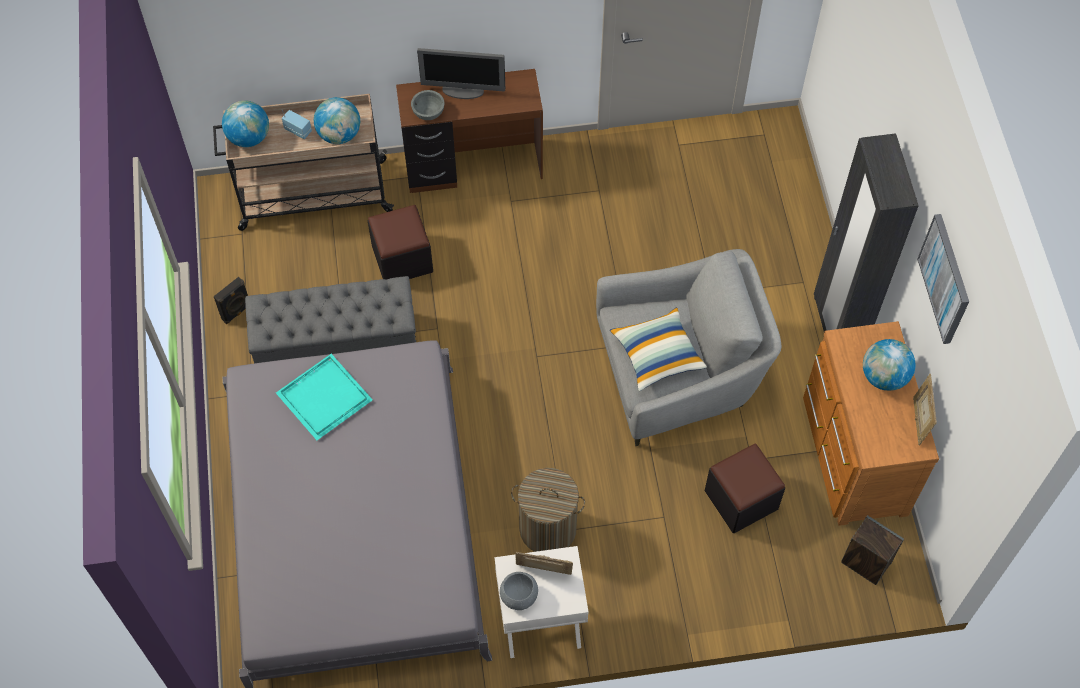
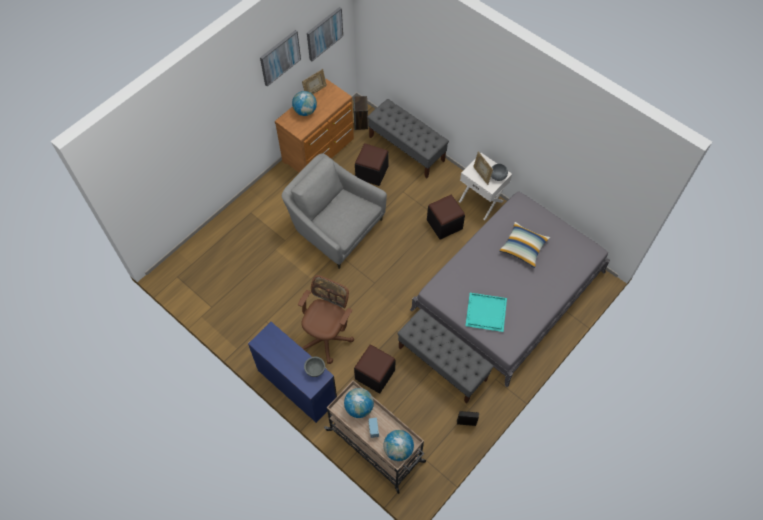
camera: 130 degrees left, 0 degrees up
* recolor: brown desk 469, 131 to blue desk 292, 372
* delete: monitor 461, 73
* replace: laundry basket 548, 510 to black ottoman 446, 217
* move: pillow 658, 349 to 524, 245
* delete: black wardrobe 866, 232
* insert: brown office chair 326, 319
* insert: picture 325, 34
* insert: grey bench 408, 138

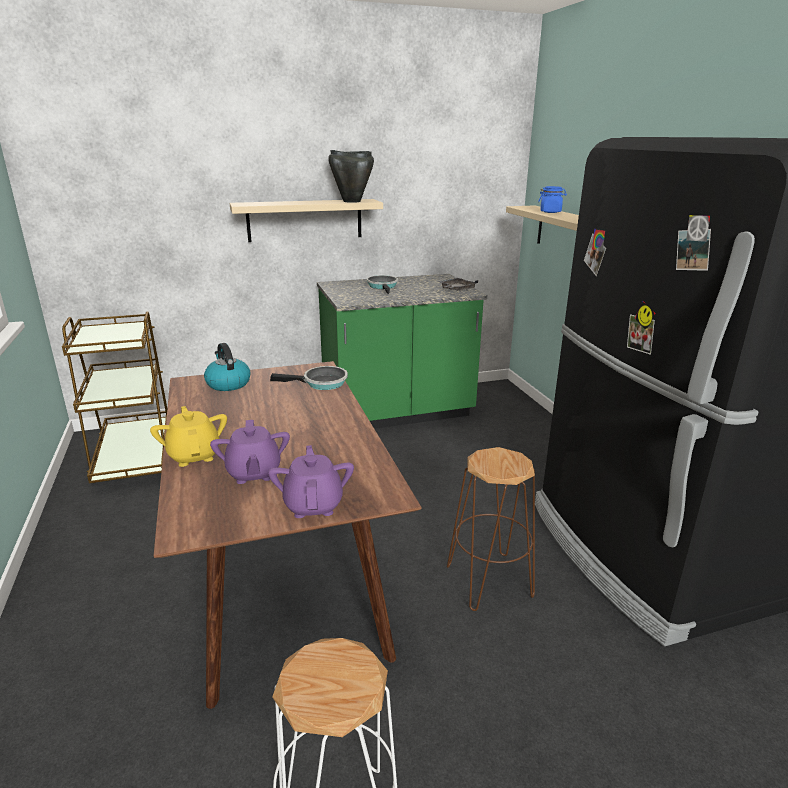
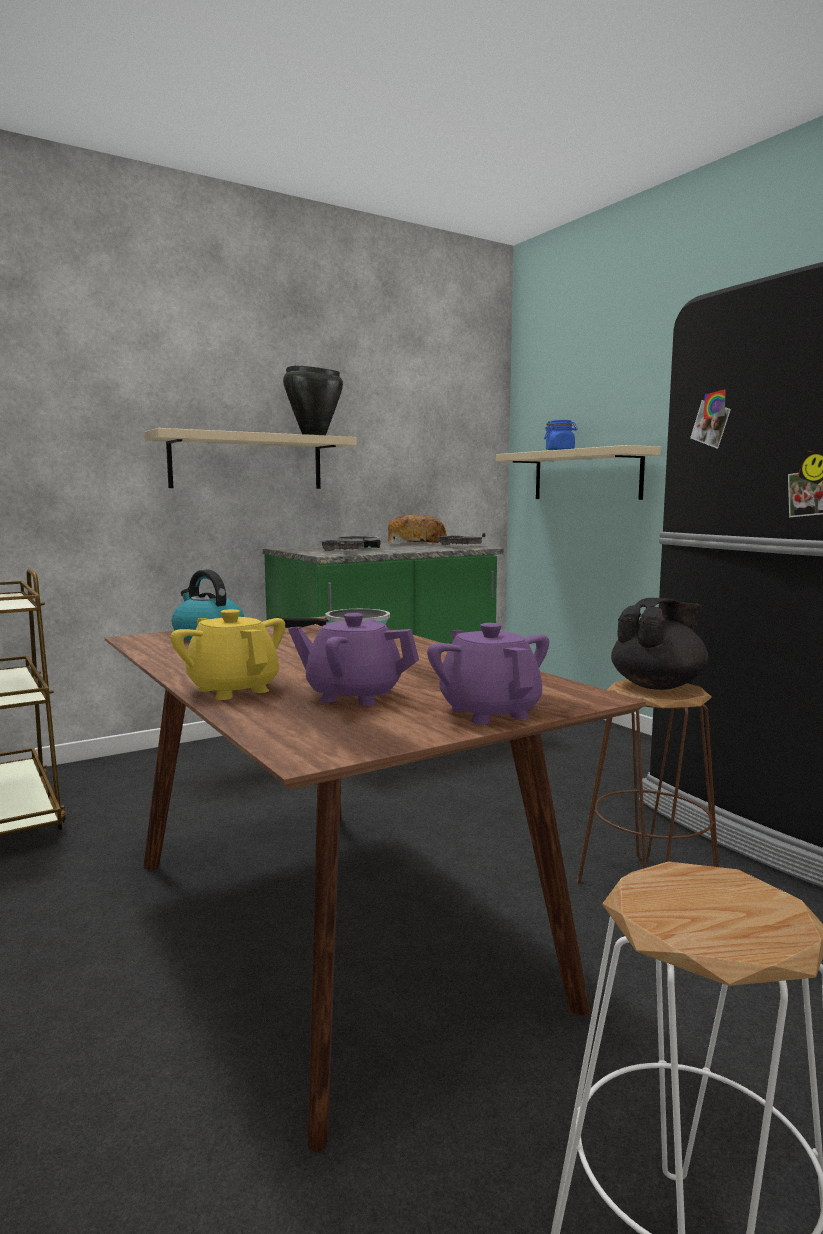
camera: 15 degrees left, 15 degrees down
* rotate: purple teapot 250, 452 = 353, 659 135 degrees clockwise
* insert: grey tray 341, 544
* insert: bread 417, 529
* insert: black teapot 660, 644

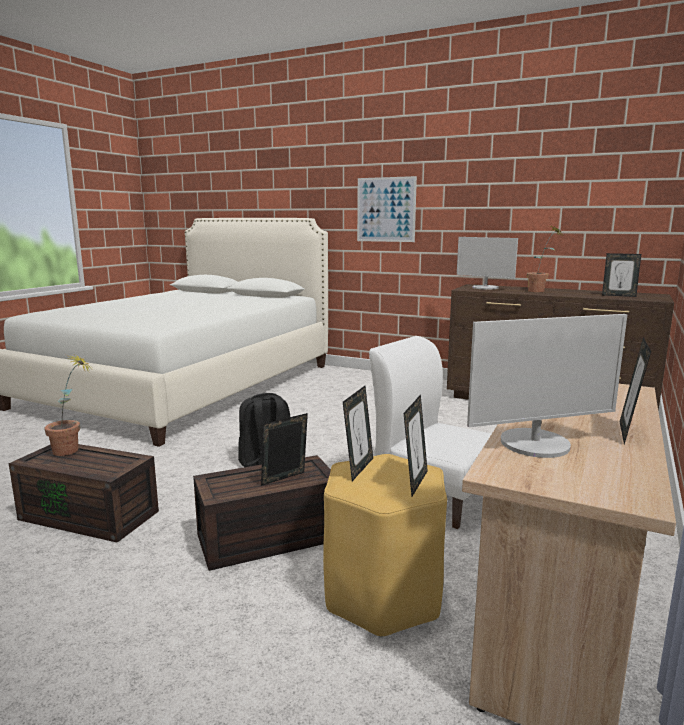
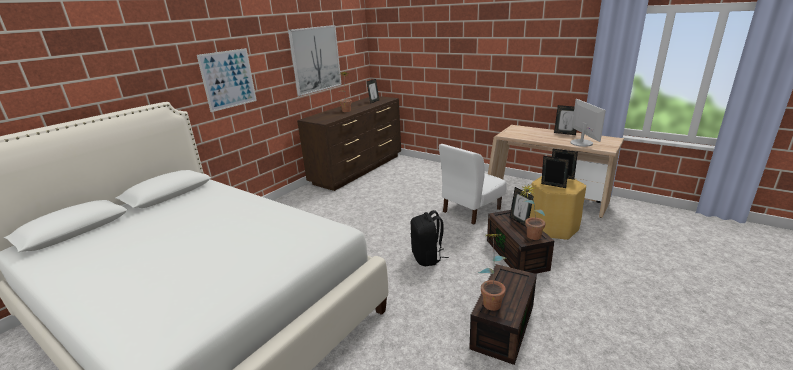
camera: 80 degrees left, 10 degrees up
* delete: monitor 487, 263
* insert: picture 315, 60
* insert: potted plant 533, 212

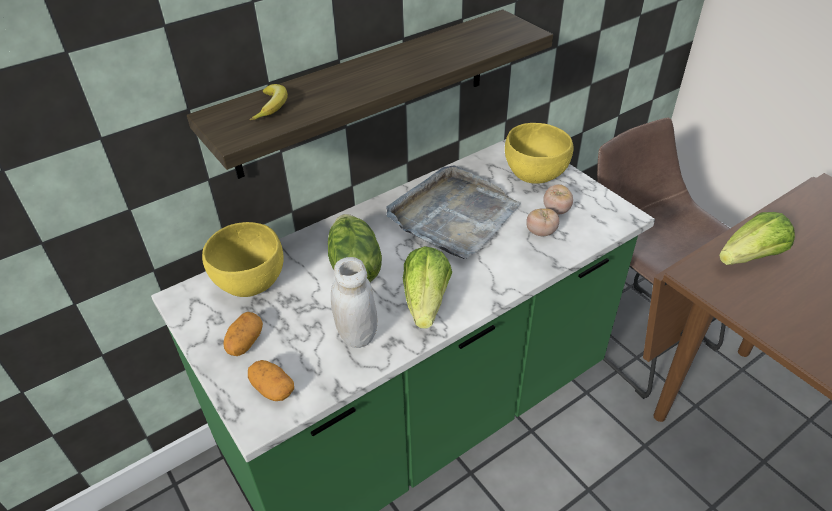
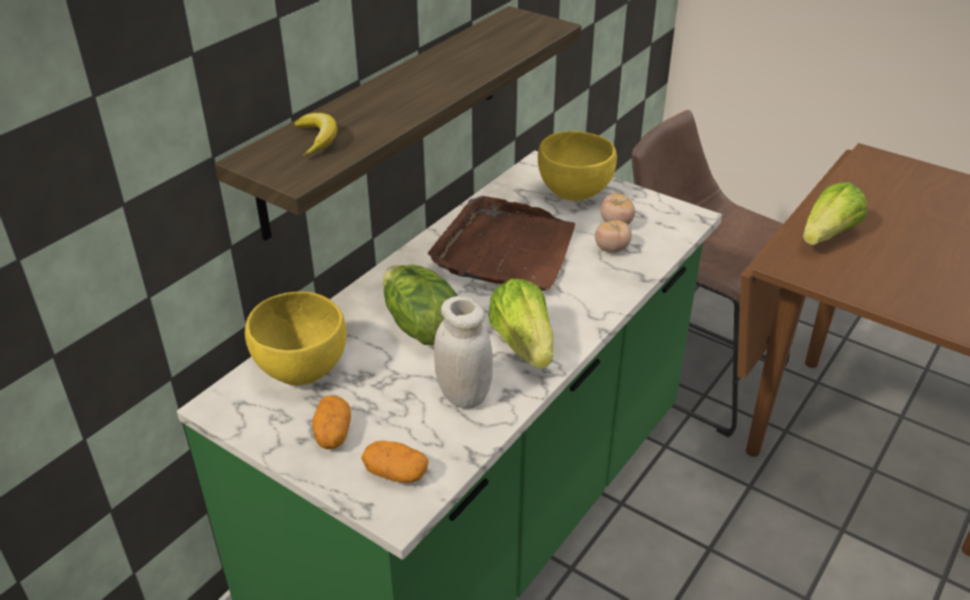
camera: 20 degrees left, 5 degrees down
* recolor: grey tray 453, 212 to brown tray 501, 243

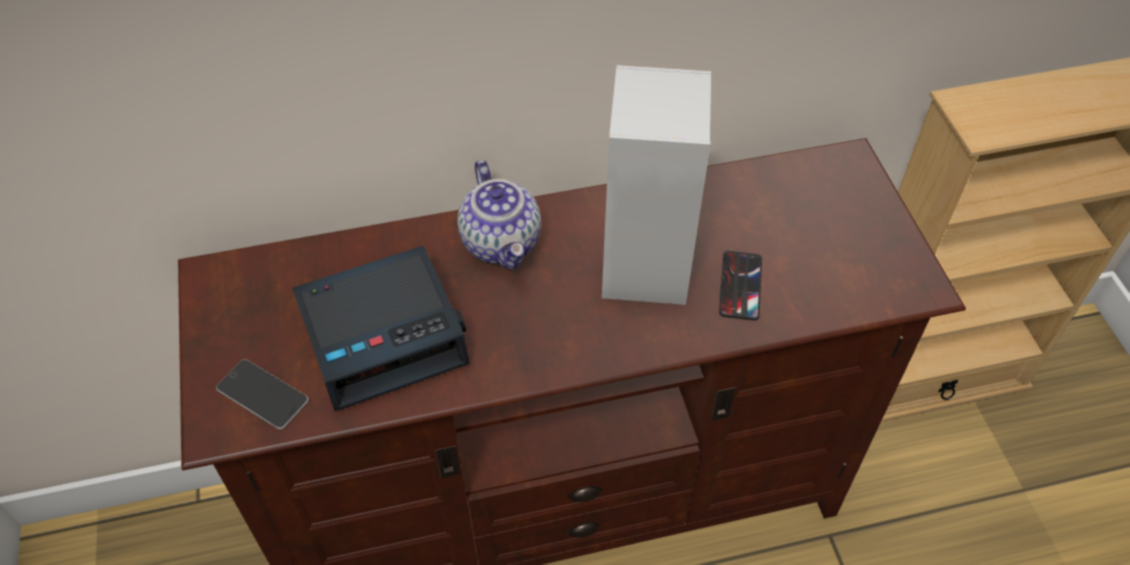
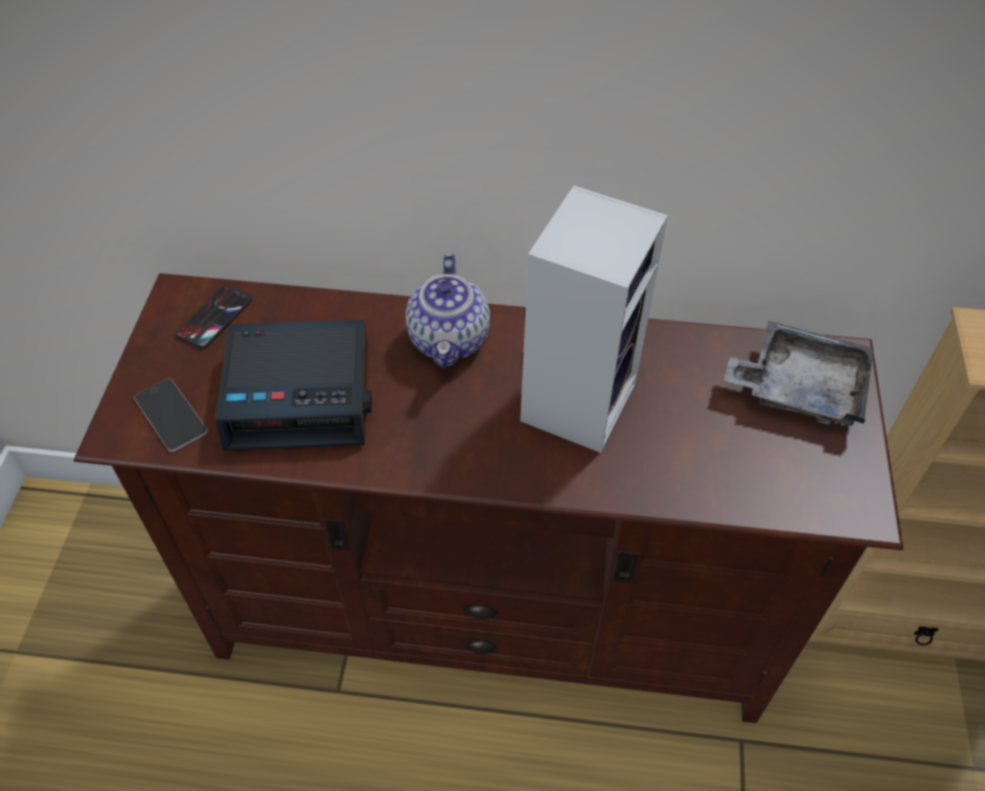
camera: 20 degrees right, 0 degrees up
* move: phone 740, 285 to 214, 317
* insert: grey tray 799, 373

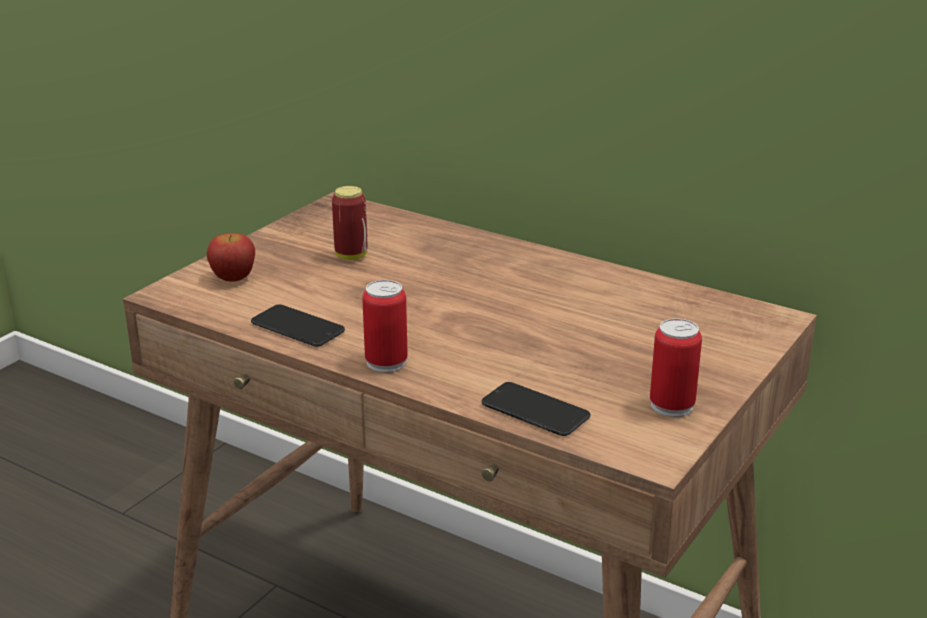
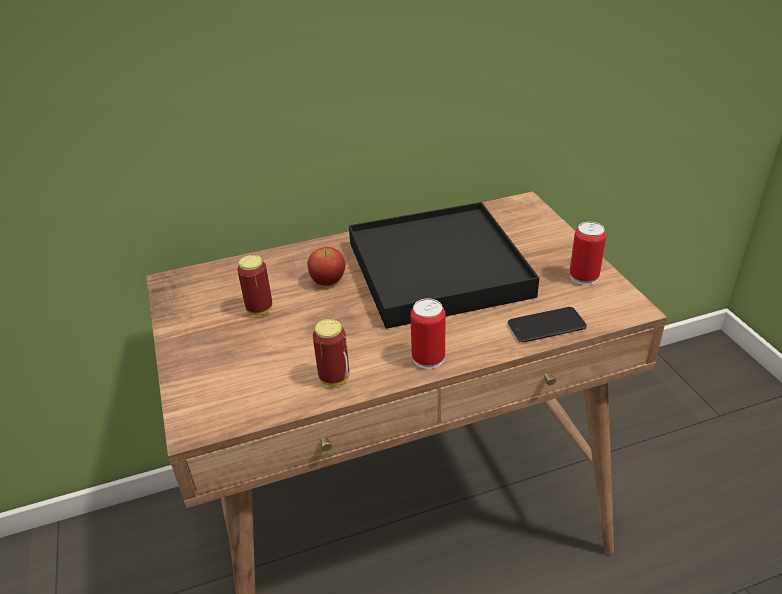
camera: 50 degrees left, 10 degrees up
* move: apple 230, 257 to 326, 266
* replace: phone 298, 325 to can 331, 352
* insert: black tray 444, 265

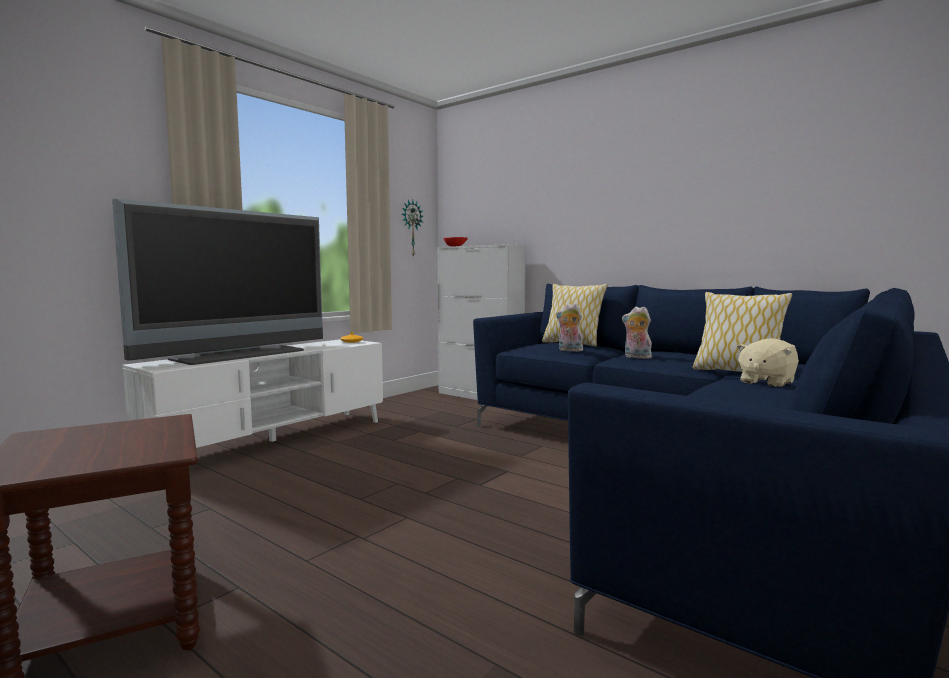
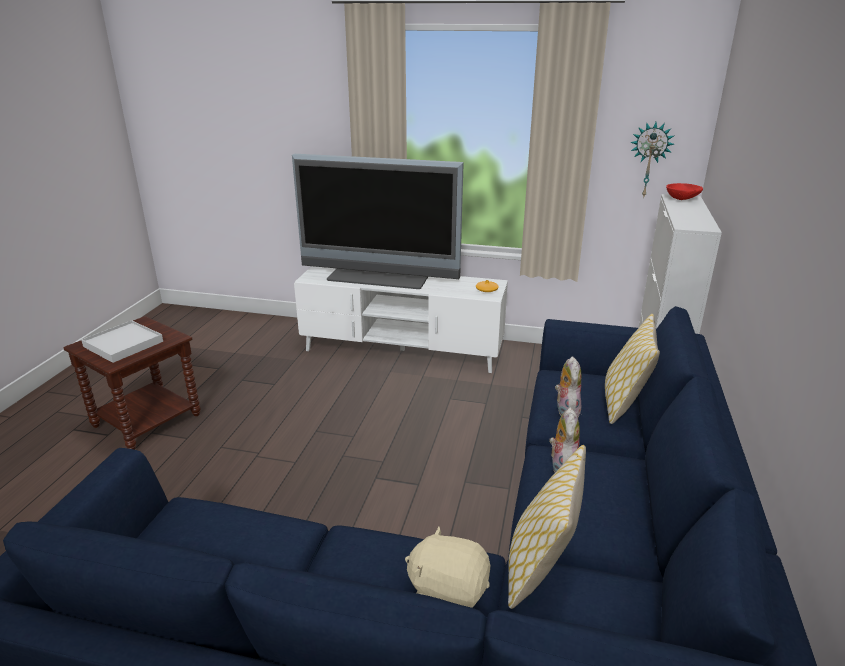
camera: 65 degrees right, 20 degrees up
* insert: white tray 122, 341

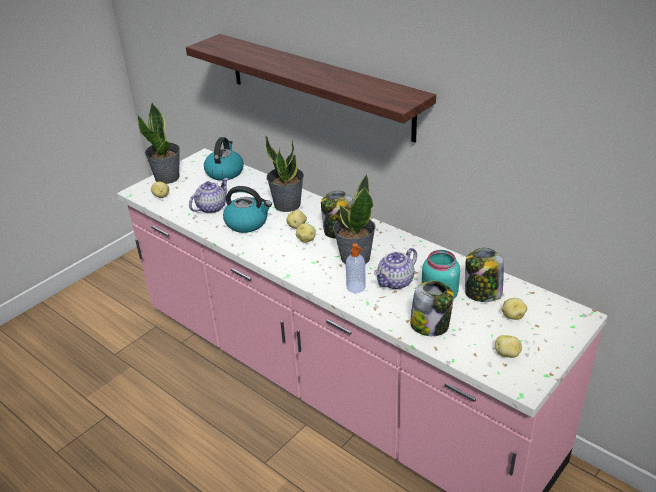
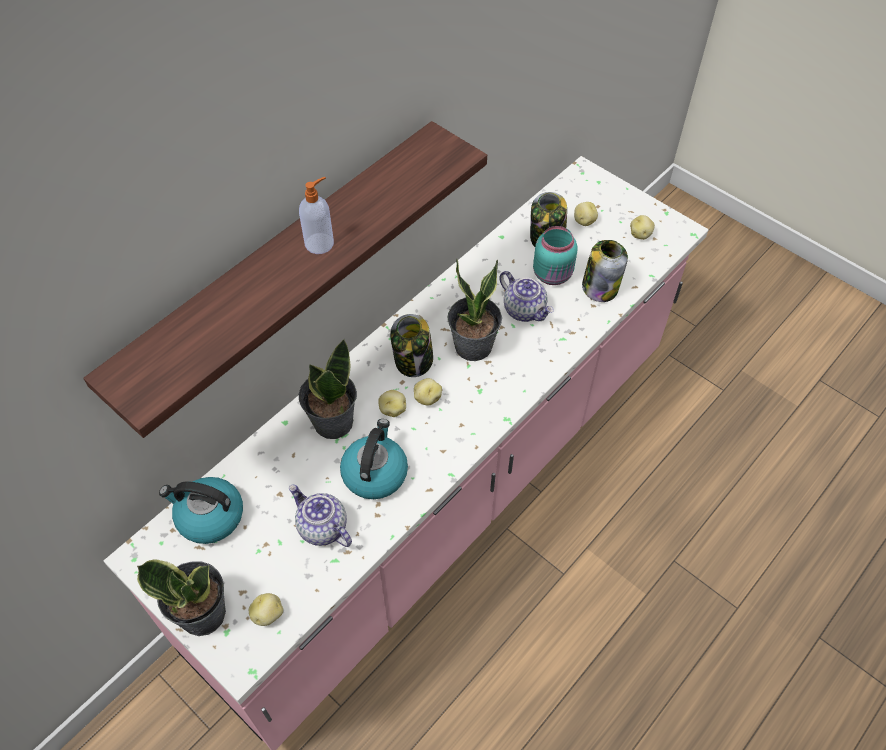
camera: 90 degrees left, 20 degrees up
* move: soap dispenser 356, 268 to 316, 215

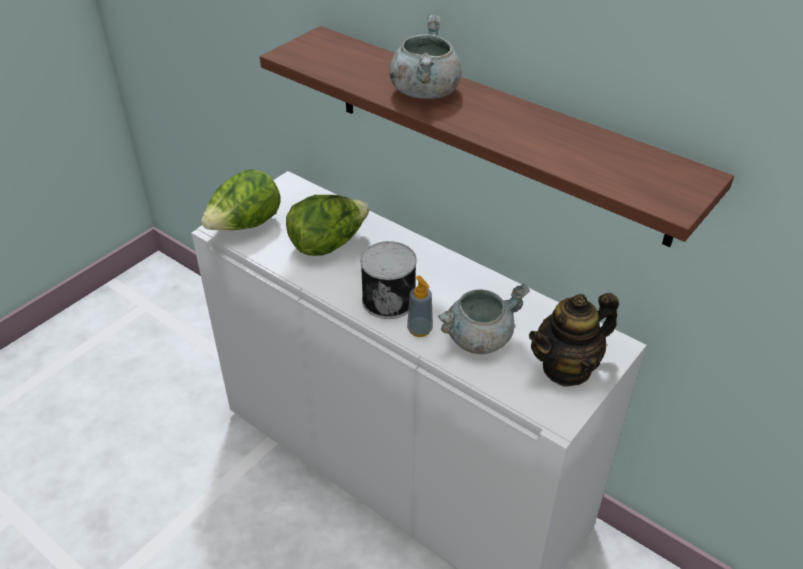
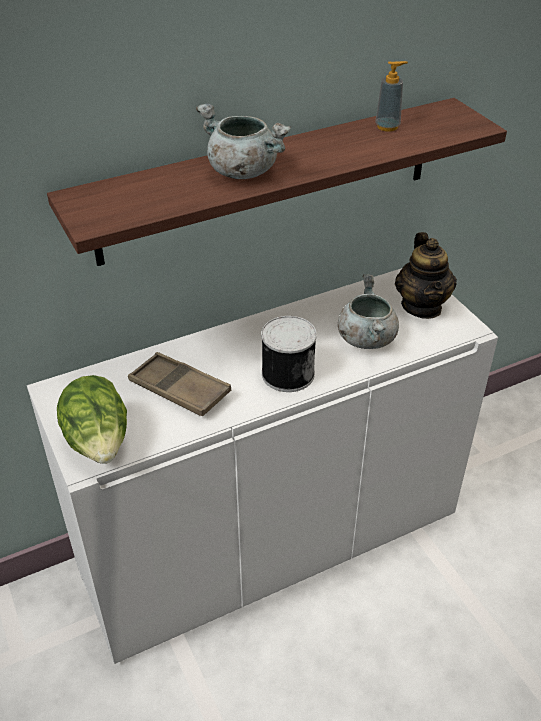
camera: 65 degrees left, 0 degrees up
* replace: lettuce 327, 225 to brown tray 179, 384
* move: soap dispenser 420, 306 to 392, 96

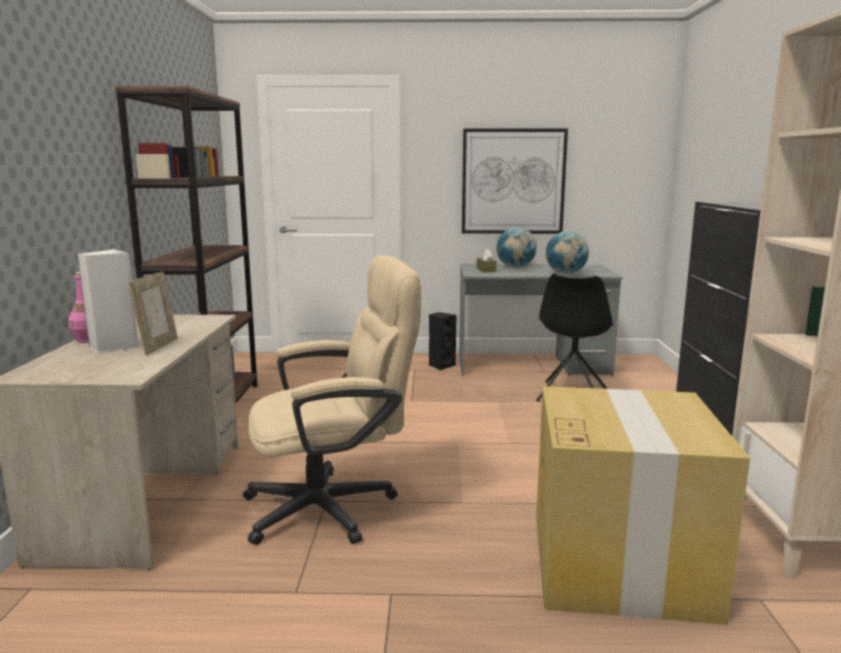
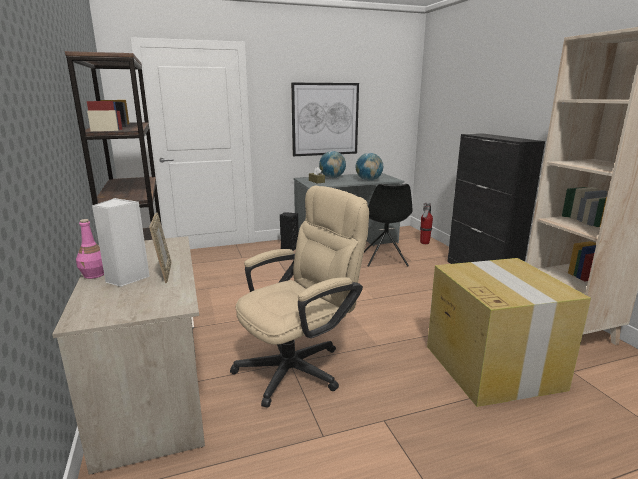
camera: 20 degrees left, 5 degrees up
* insert: fire extinguisher 426, 223

